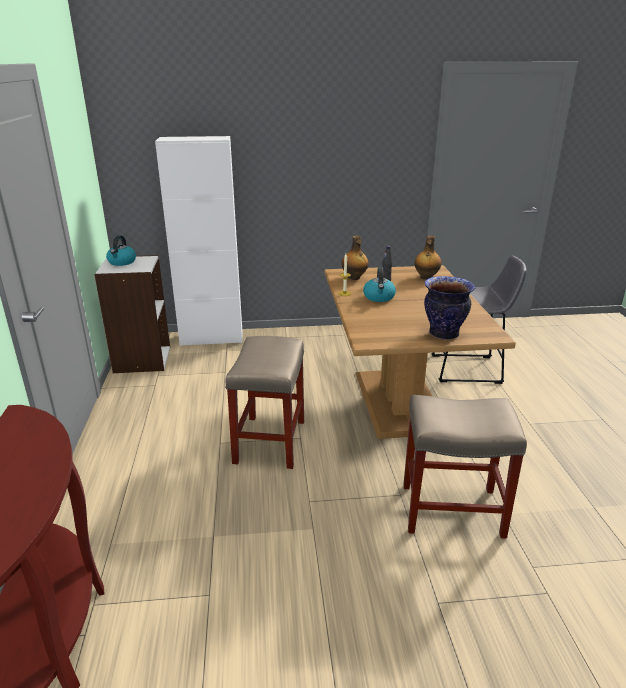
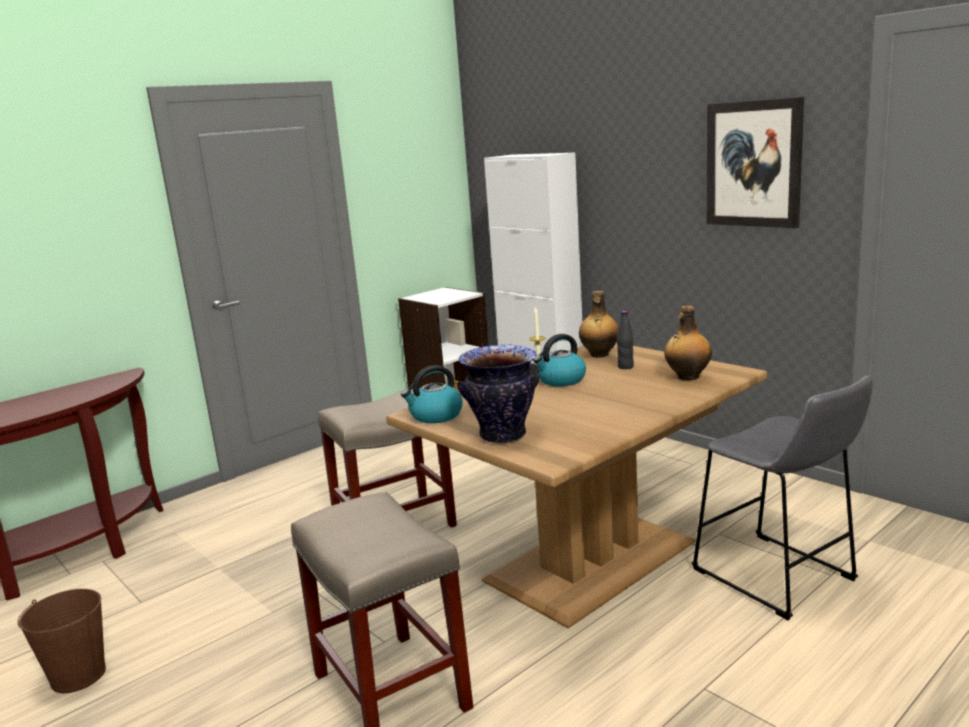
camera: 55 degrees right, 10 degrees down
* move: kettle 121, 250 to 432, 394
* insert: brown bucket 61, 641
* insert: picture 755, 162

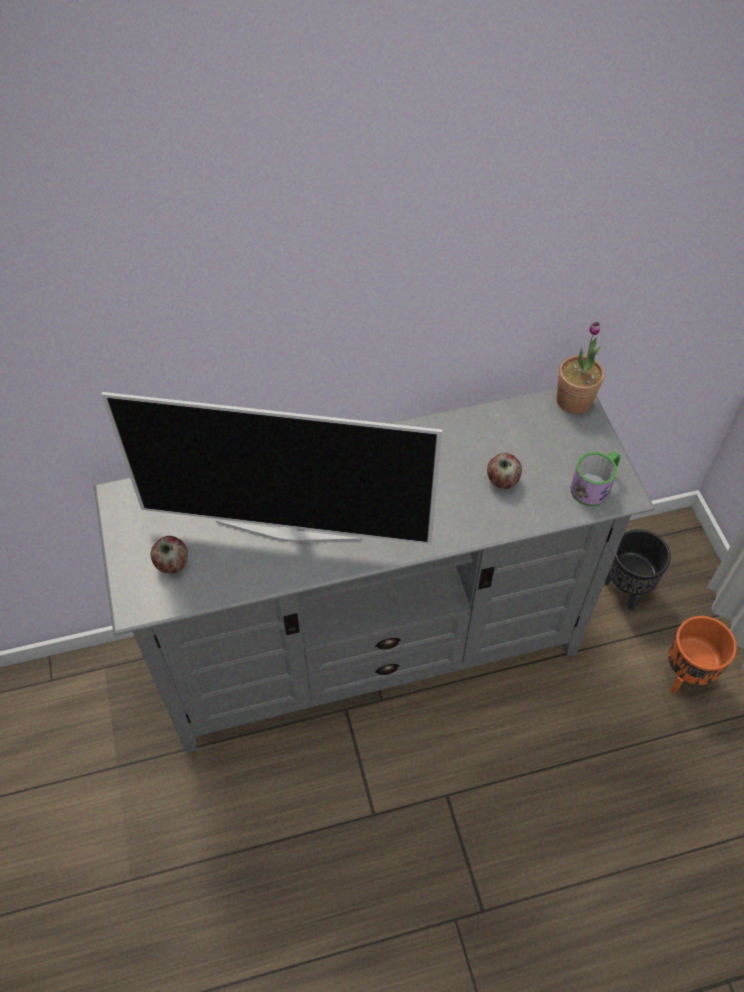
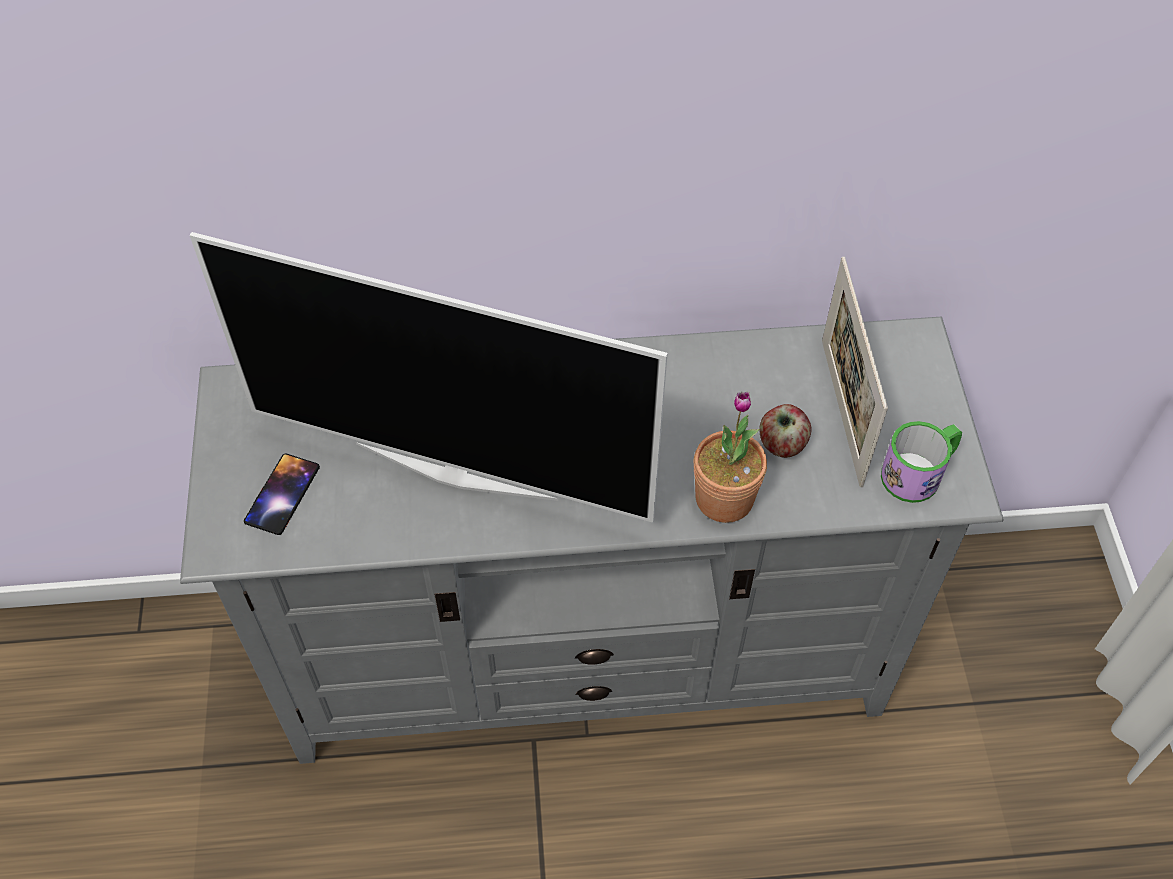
camera: 10 degrees right, 0 degrees up
* replace: apple 169, 555 to phone 282, 494
* move: potted plant 580, 368 to 730, 457
* delete: black planter 637, 570
* delete: orange planter 702, 655
* insert: picture frame 855, 372

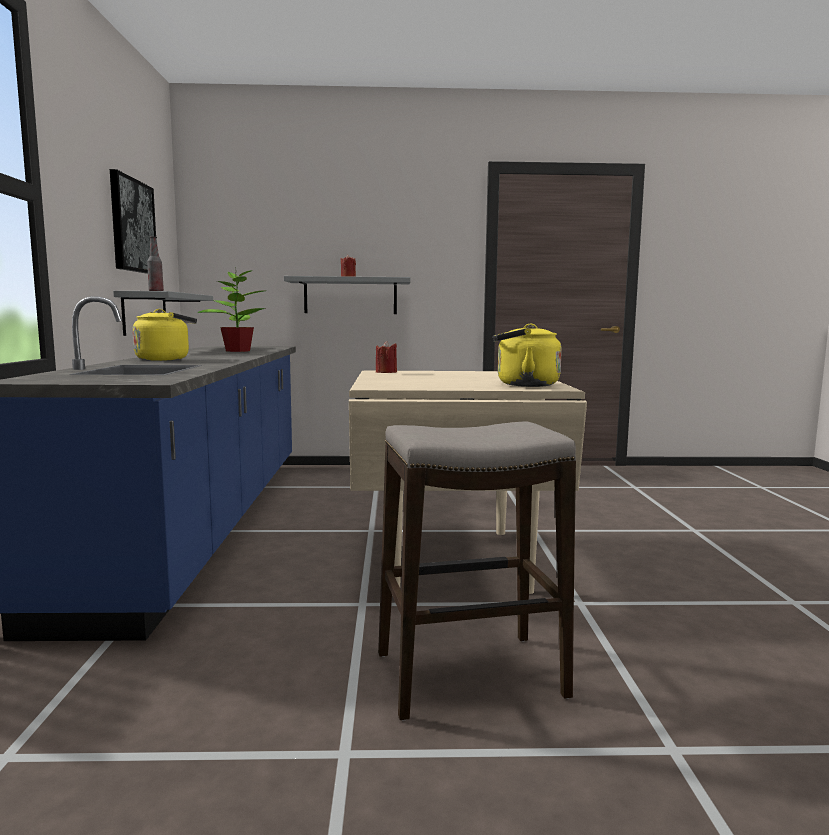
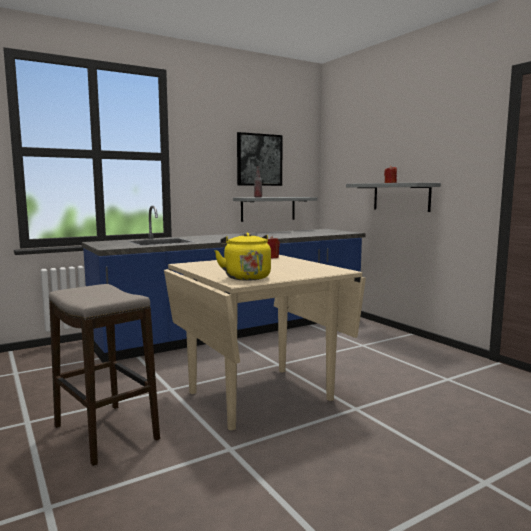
camera: 60 degrees right, 0 degrees up
* delete: yellow kettle 164, 335
* delete: potted plant 231, 309

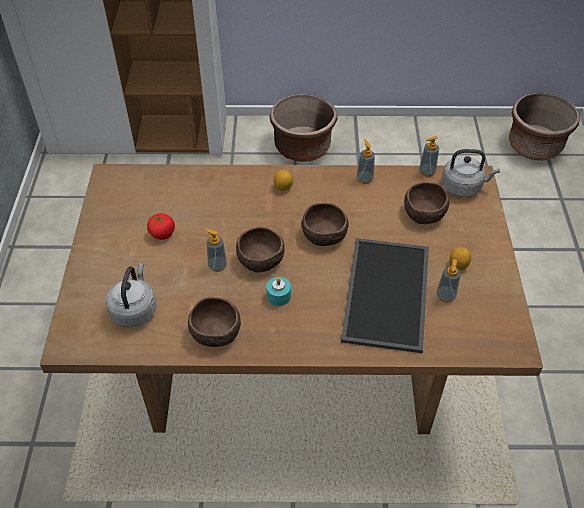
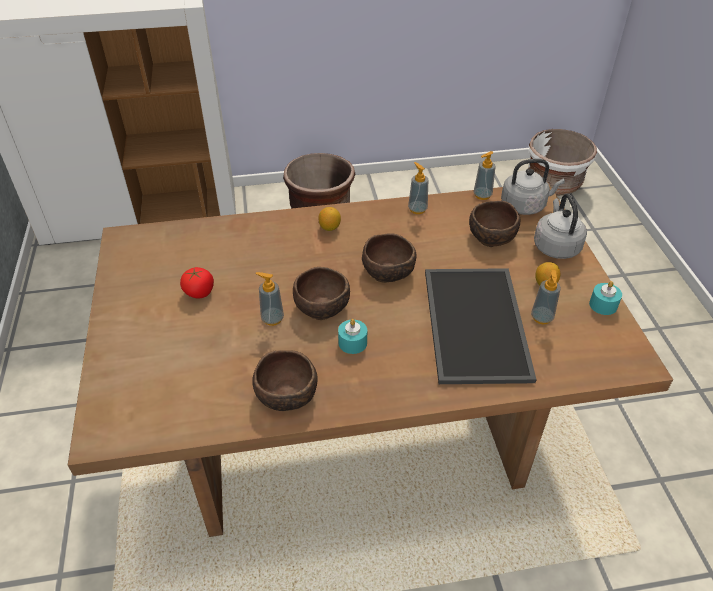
camera: 10 degrees left, 5 degrees down
* move: grey kettle 131, 295 to 560, 226
* recolor: brown planter 544, 126 to white planter 562, 162
* insert: turquoise candle 605, 298

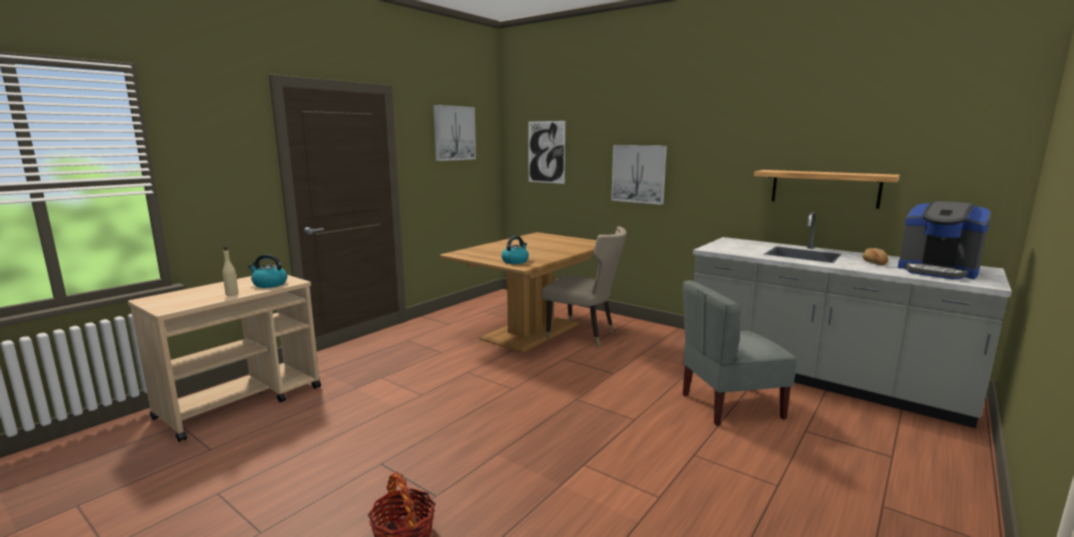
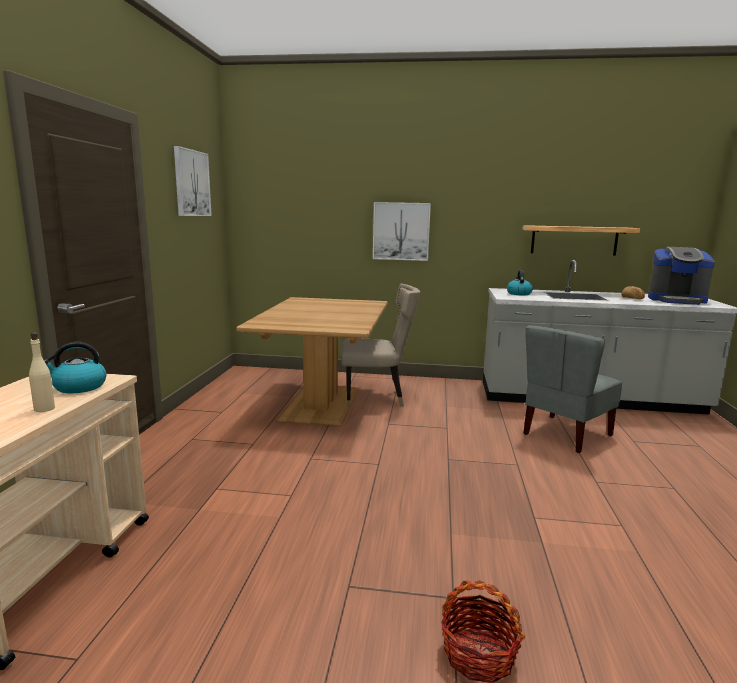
camera: 30 degrees left, 0 degrees up
* move: kettle 515, 250 to 520, 282
* delete: picture 546, 152

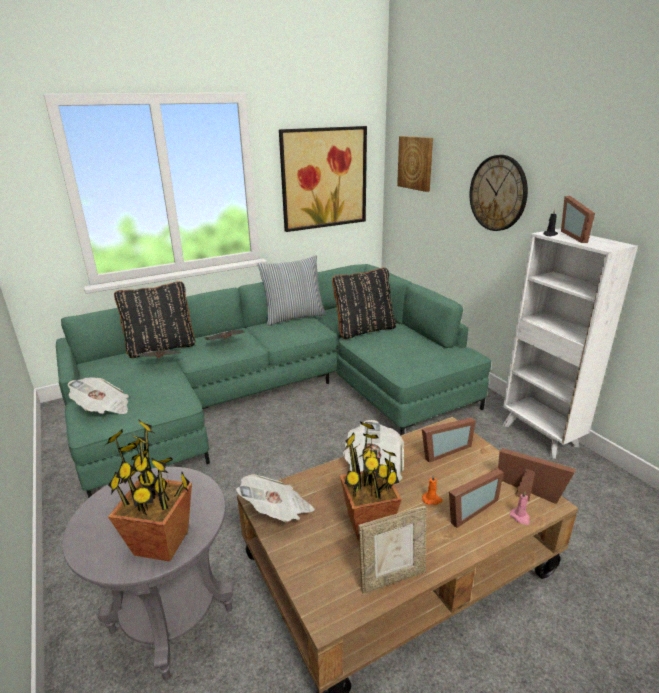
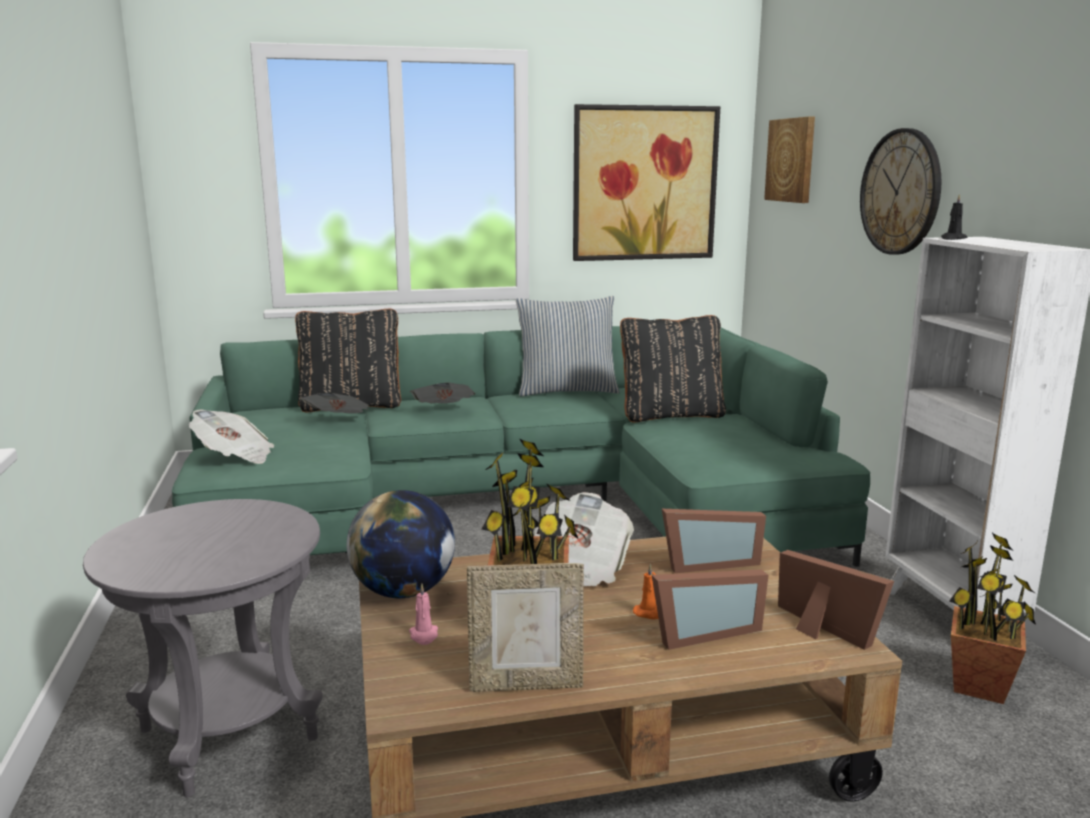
camera: 15 degrees right, 10 degrees down
* move: potted plant 148, 490 to 992, 618
* replace: newspaper 275, 498 to globe 400, 544
* move: pink candle 520, 508 to 423, 614
* delete: picture frame 578, 219

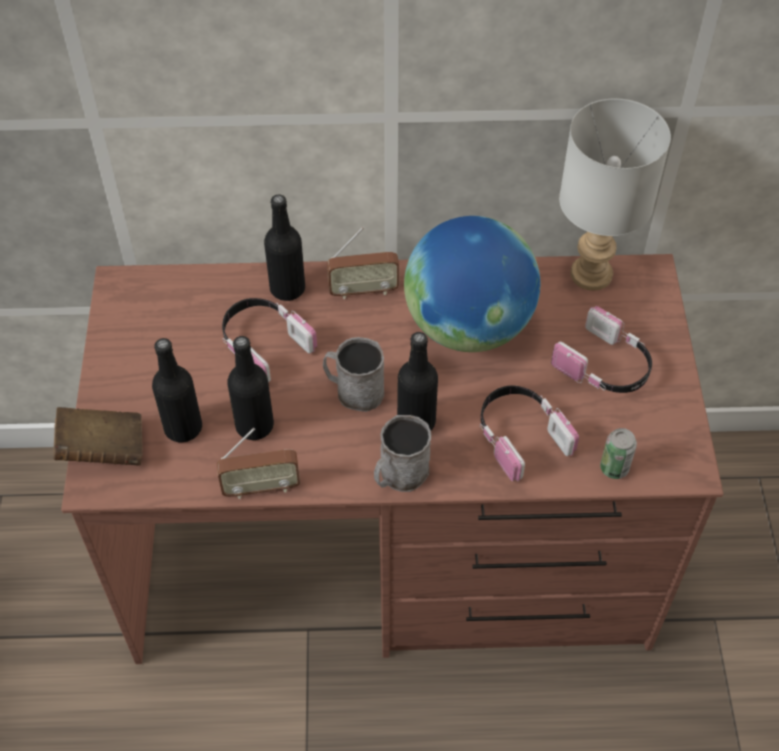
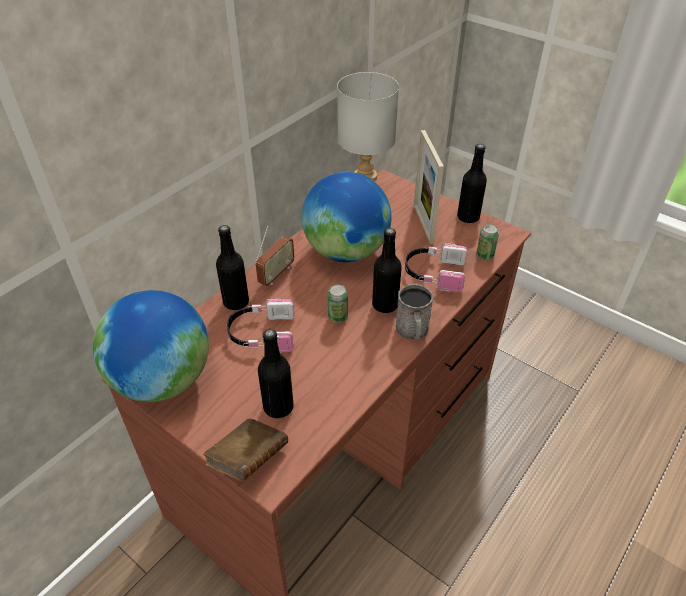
camera: 50 degrees left, 10 degrees down
* delete: radio 258, 463
* move: black bottle 250, 388 to 472, 183
* replace: grey mug 353, 374 to can 338, 303
* replace: headphones 601, 349 to picture frame 429, 187
* insert: globe 151, 346

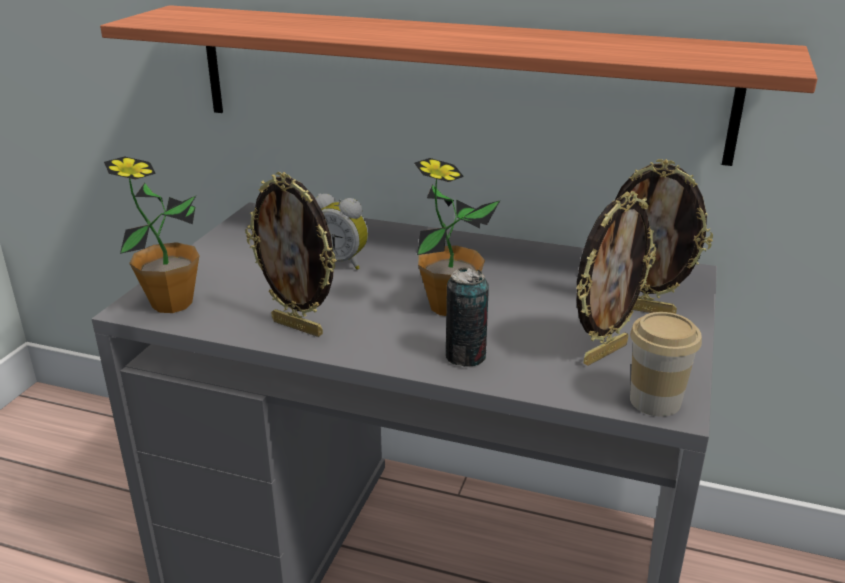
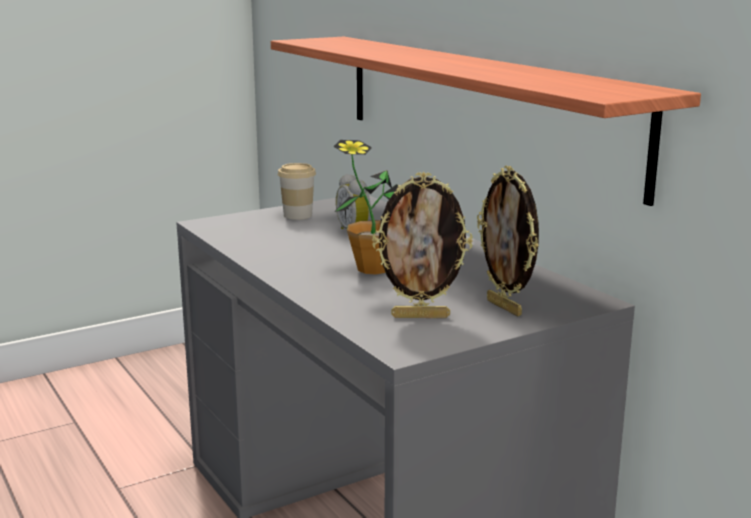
camera: 40 degrees right, 10 degrees down
* delete: potted plant 152, 234
* delete: picture frame 291, 254
* delete: can 467, 317
* move: cup 666, 364 to 297, 191

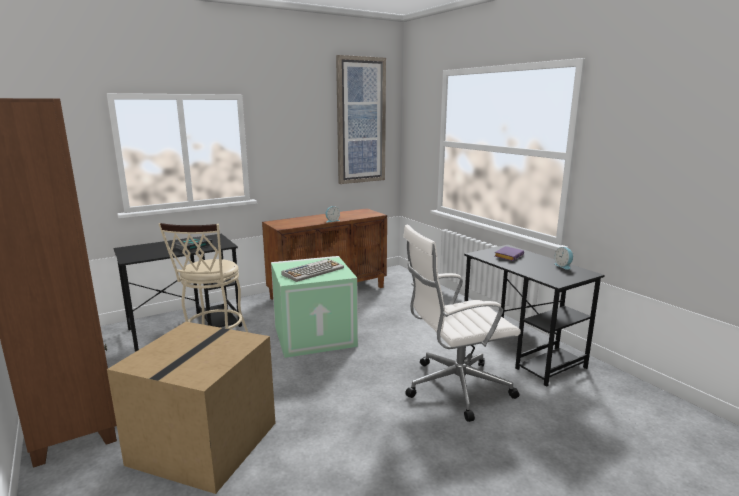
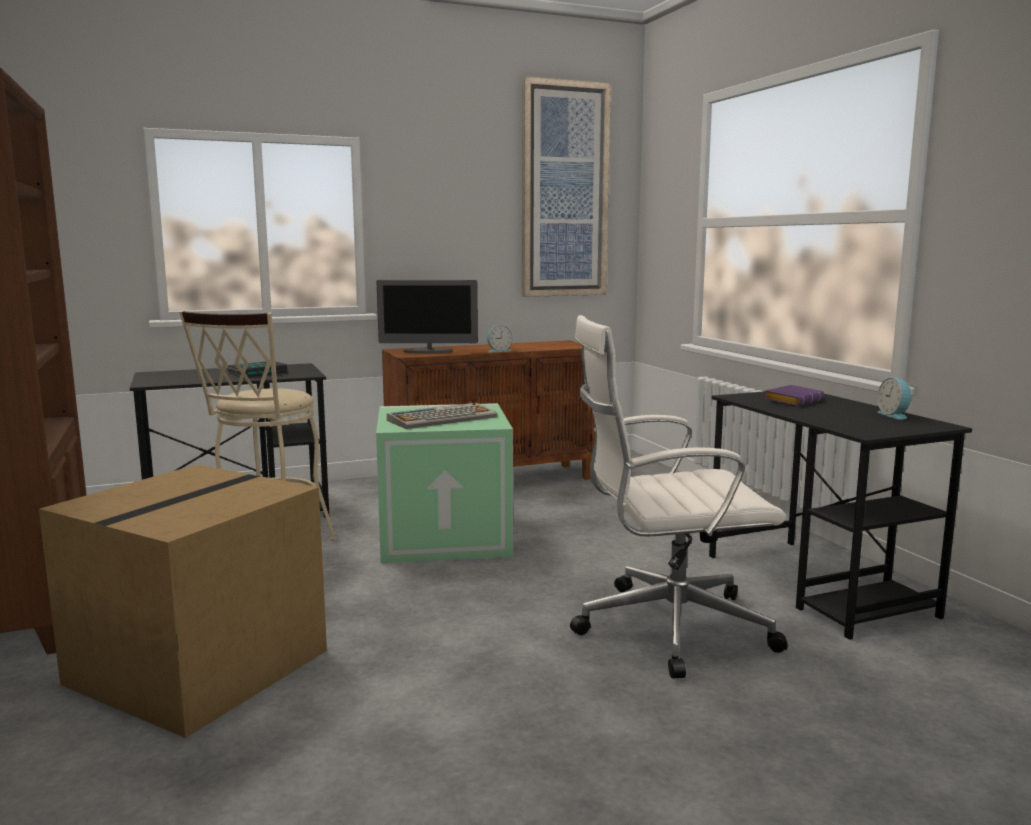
camera: 10 degrees right, 5 degrees down
* insert: monitor 427, 316

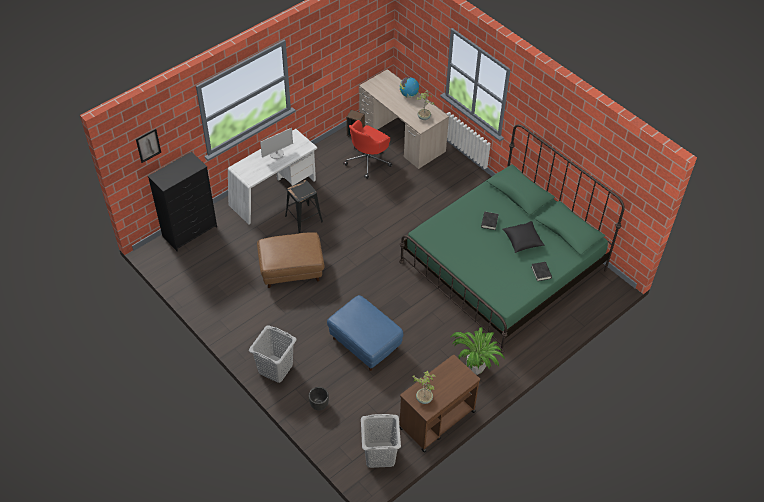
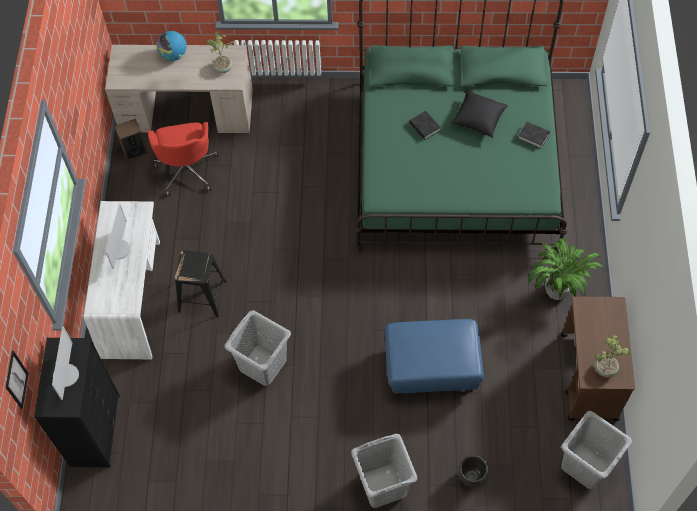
camera: 45 degrees left, 10 degrees up
* replace: brown ottoman 290, 260 to grey laundry basket 257, 348
* insert: monitor 65, 363

